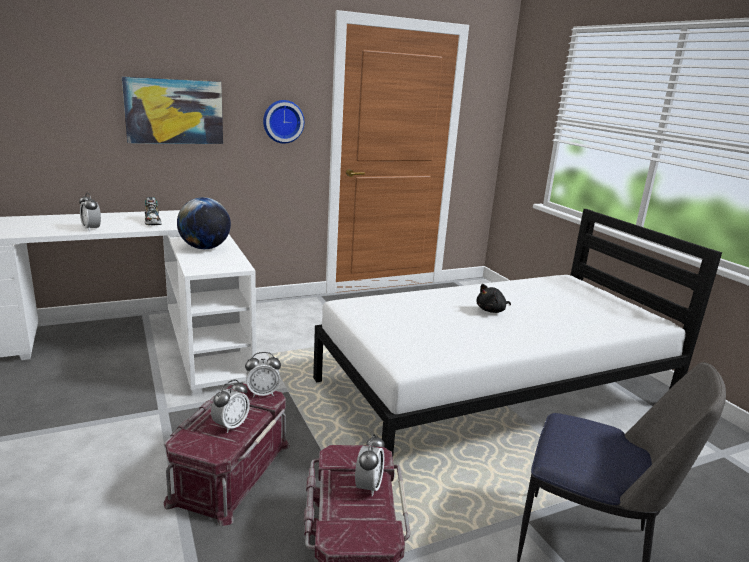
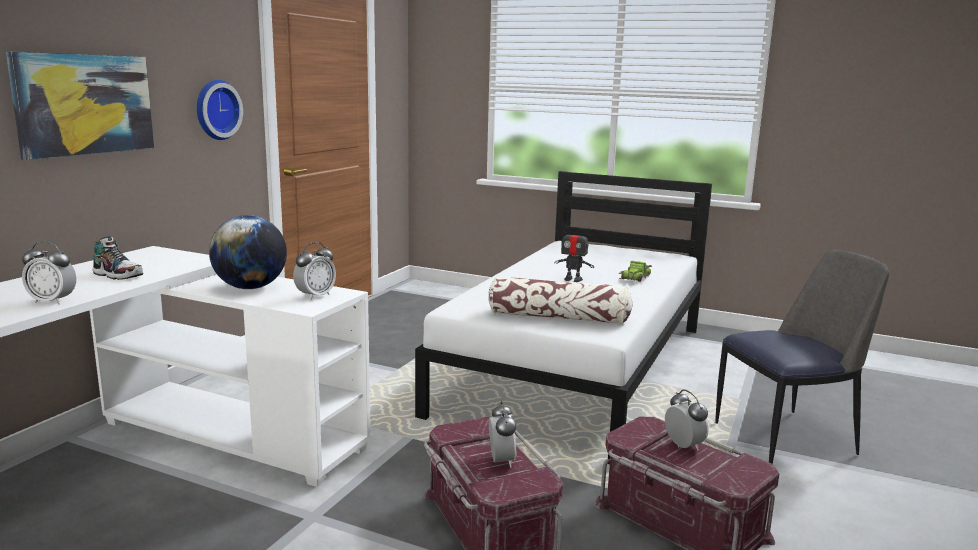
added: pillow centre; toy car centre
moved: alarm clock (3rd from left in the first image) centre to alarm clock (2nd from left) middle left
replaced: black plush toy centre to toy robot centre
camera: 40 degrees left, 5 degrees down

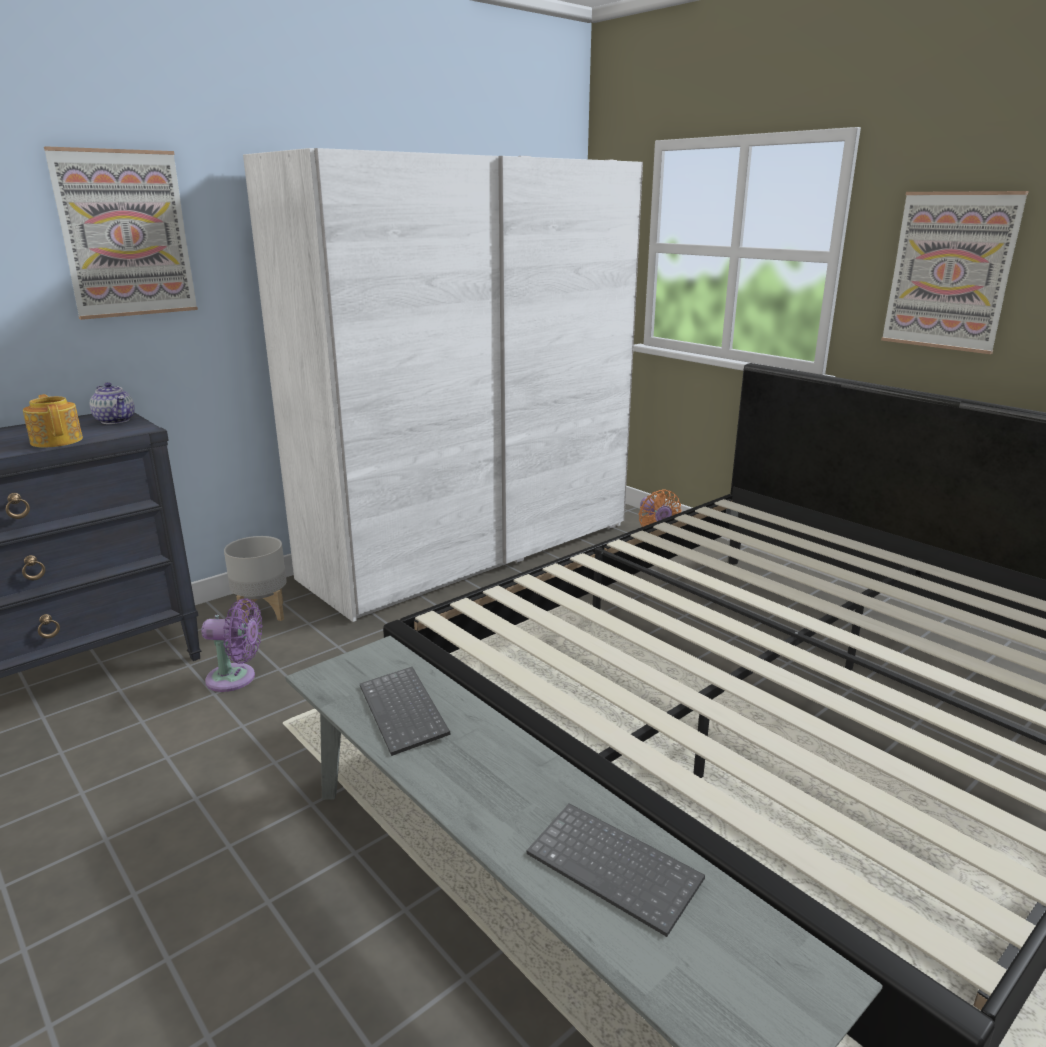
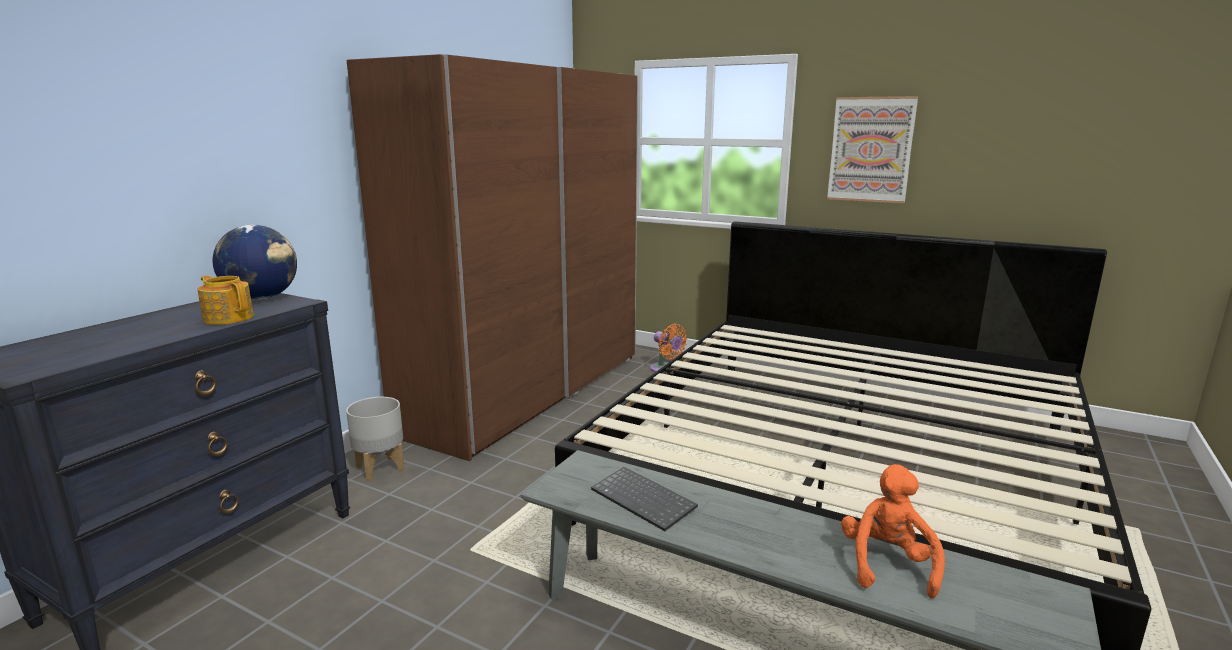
removed: picture (1st from left) top left; purple fan middle left
replaced: teapot (2nd from left) middle left to globe middle left; keyboard (2nd from left) bottom centre to orange plush toy bottom right
recoloured: white wardrobe centre to brown wardrobe centre
camera: 20 degrees left, 5 degrees down

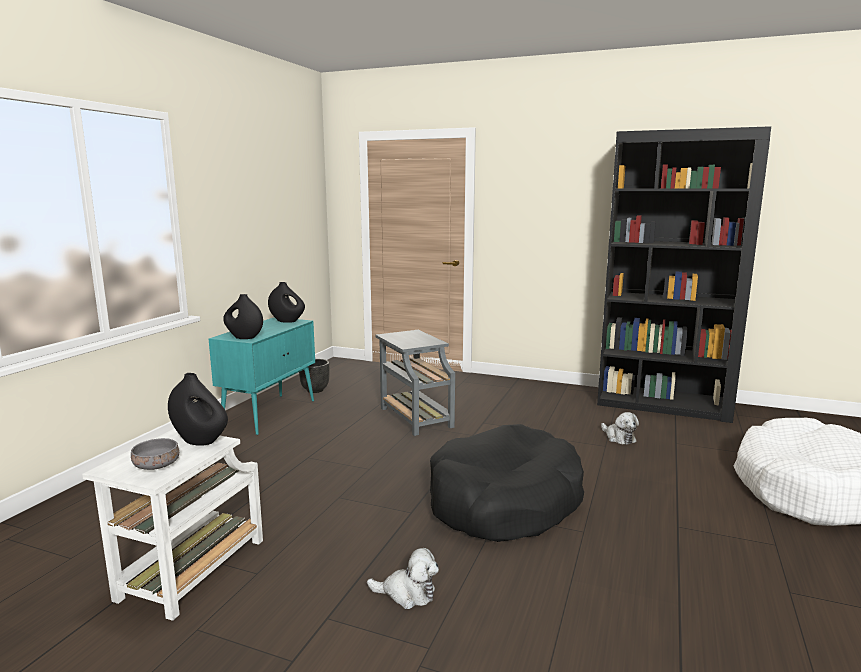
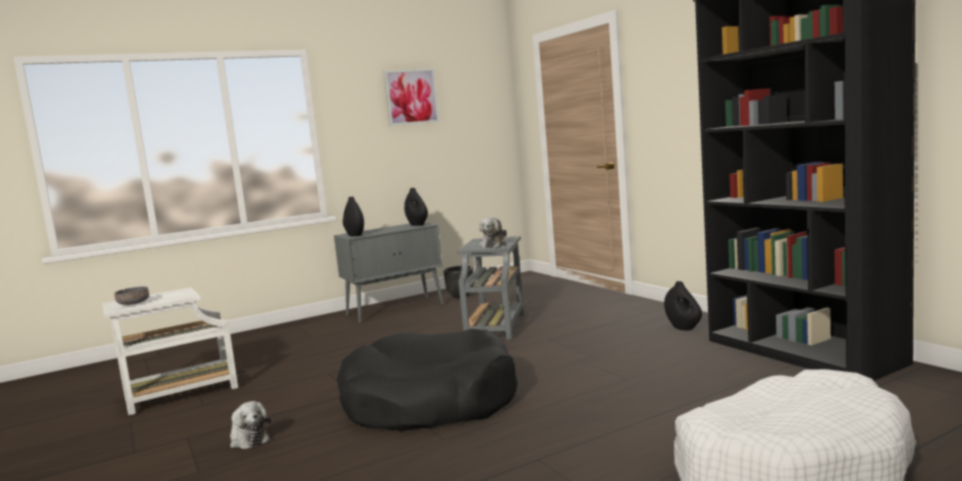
added: picture top centre
moved: black vase (1st from left in the first image) middle left to black vase (3rd from left) middle right; plush toy (2nd from left) middle right to centre
recoloured: turquoise cabinet middle left to grey cabinet centre
camera: 40 degrees right, 5 degrees down

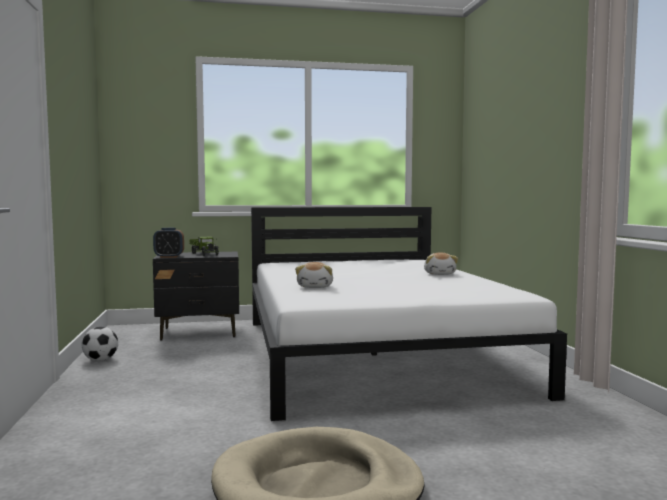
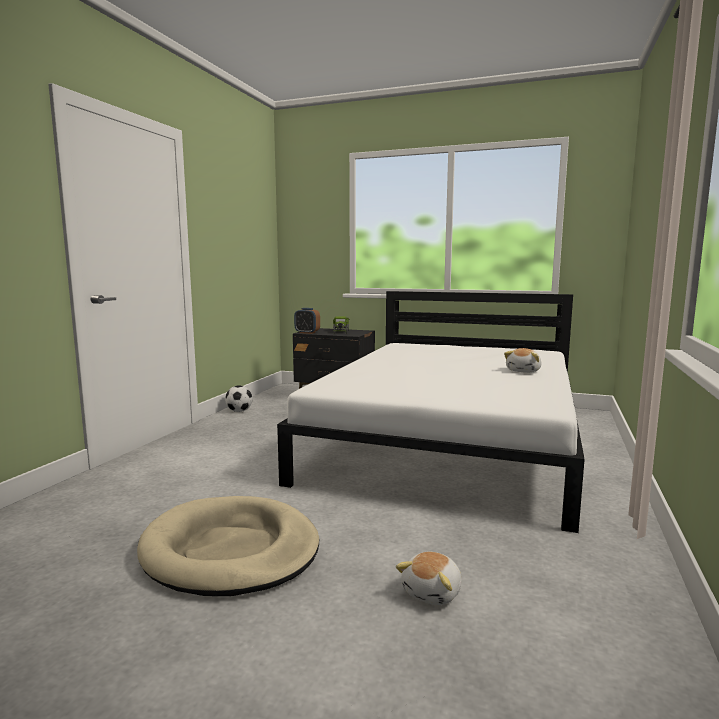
moved: plush toy (1st from left) centre to bottom centre
camera: 30 degrees right, 5 degrees up

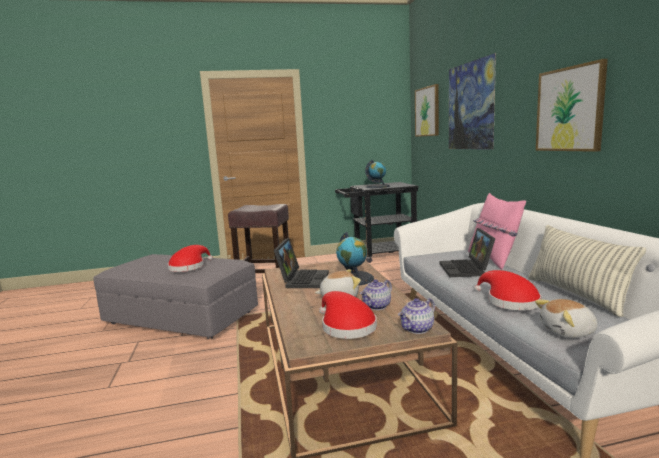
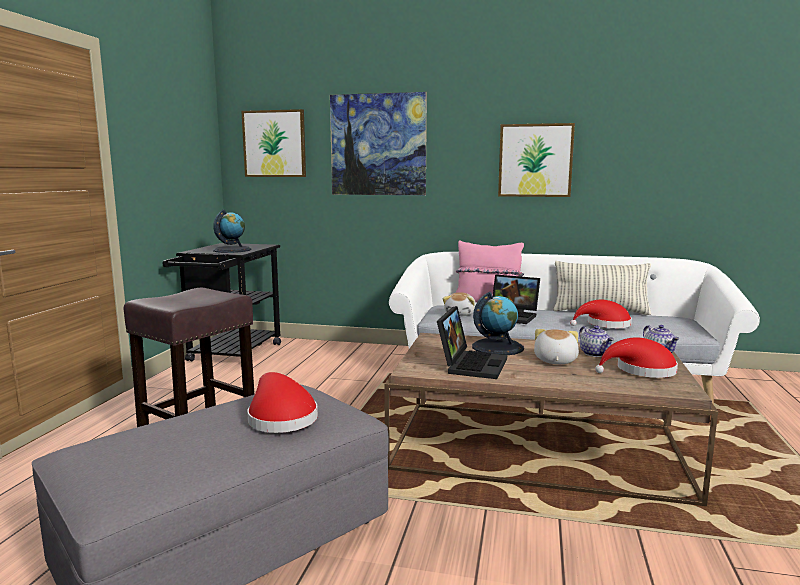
moved: plush toy (2nd from left in the first image) bottom right to plush toy (1st from left) centre
turned: laptop (1st from left) centre = centre 75 degrees clockwise
camera: 65 degrees left, 0 degrees up

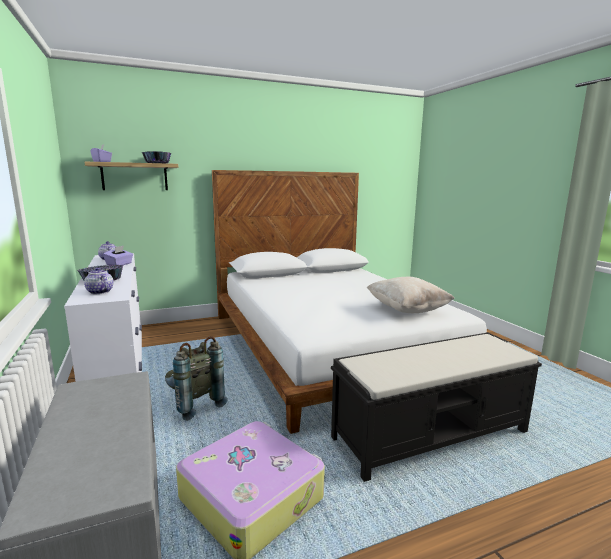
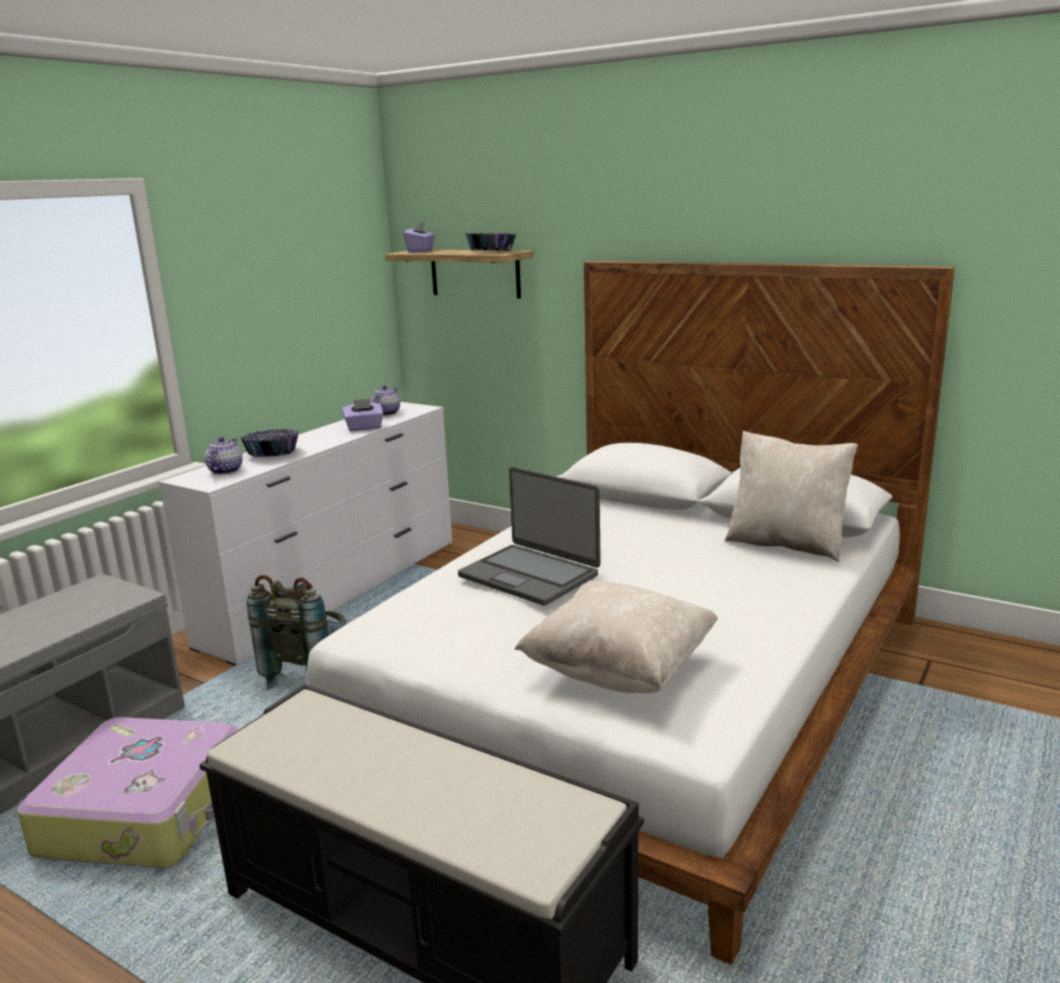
added: laptop centre; beige pillow (2nd from left) middle right
camera: 55 degrees right, 5 degrees up

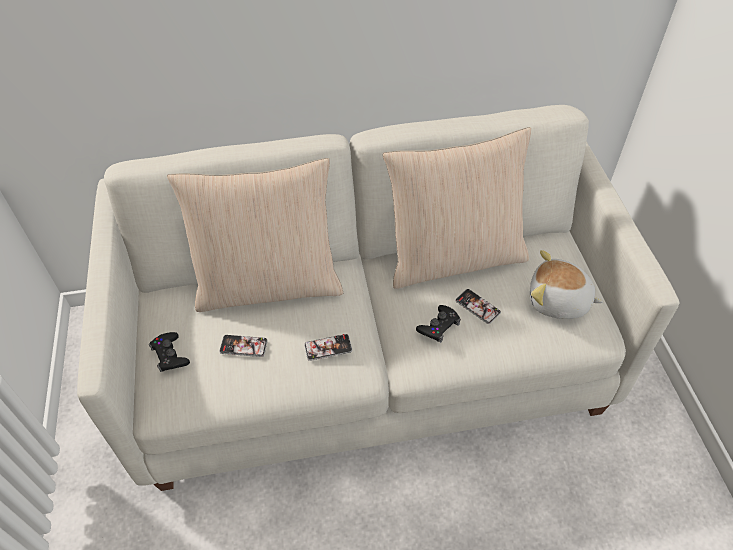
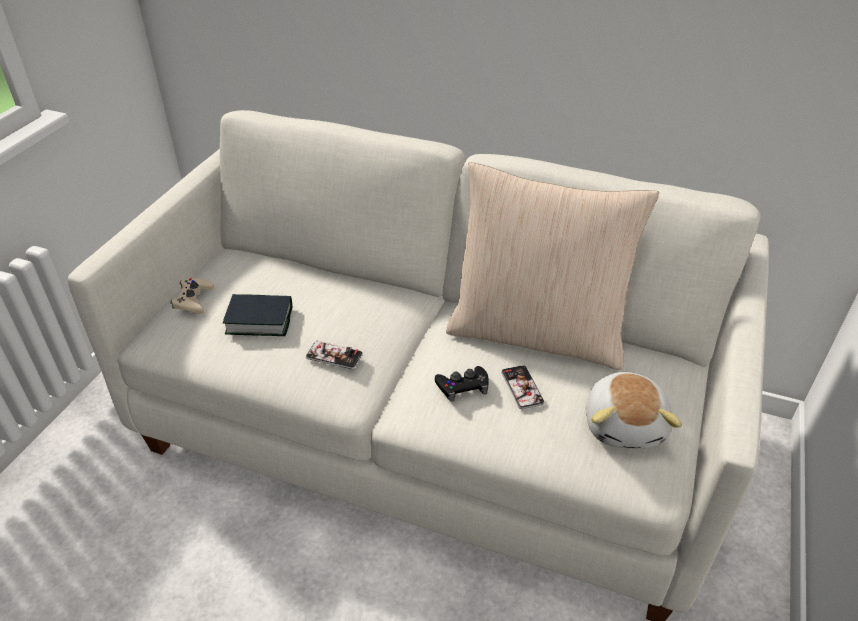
removed: beige pillow (1st from left) centre
replaced: phone (1st from left) middle left to book middle left
recoloured: black game controller (1st from left) middle left to beige game controller middle left
turned: plush toy middle right = middle right 135 degrees counterclockwise
camera: 30 degrees right, 10 degrees down

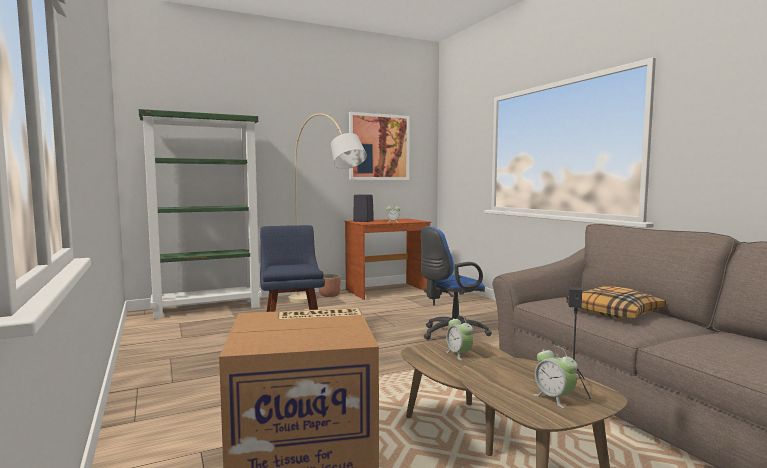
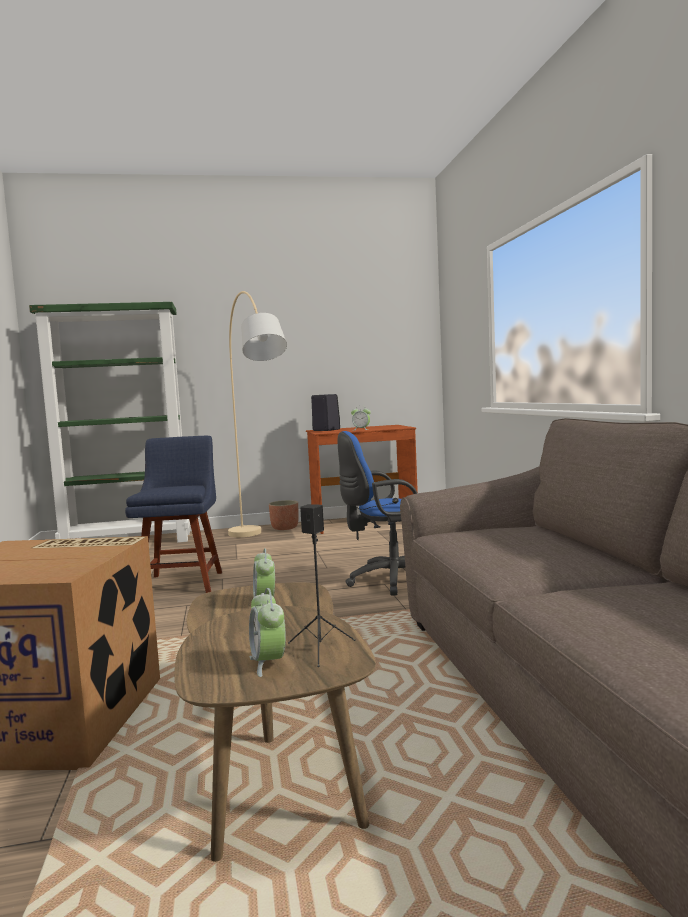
removed: picture top centre; pillow middle right
camera: 15 degrees right, 0 degrees up

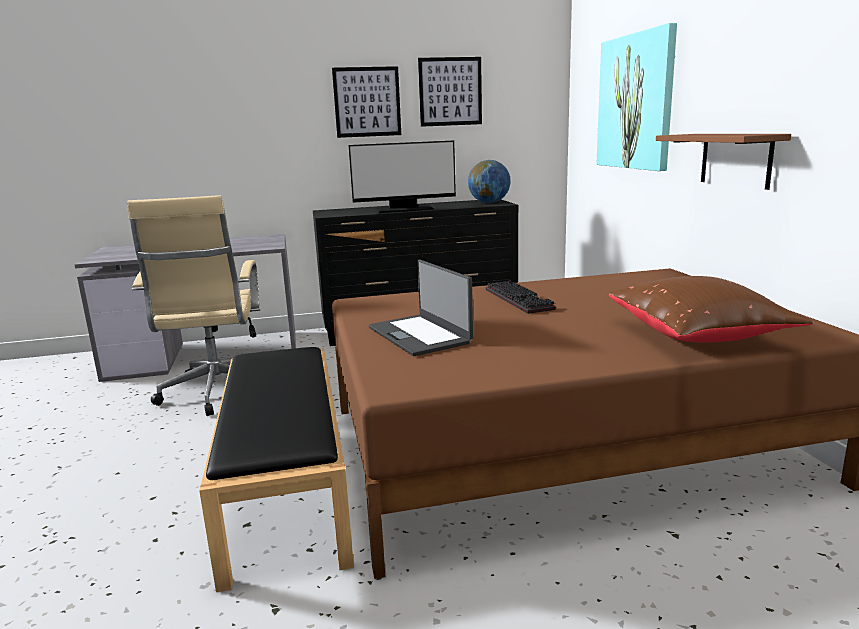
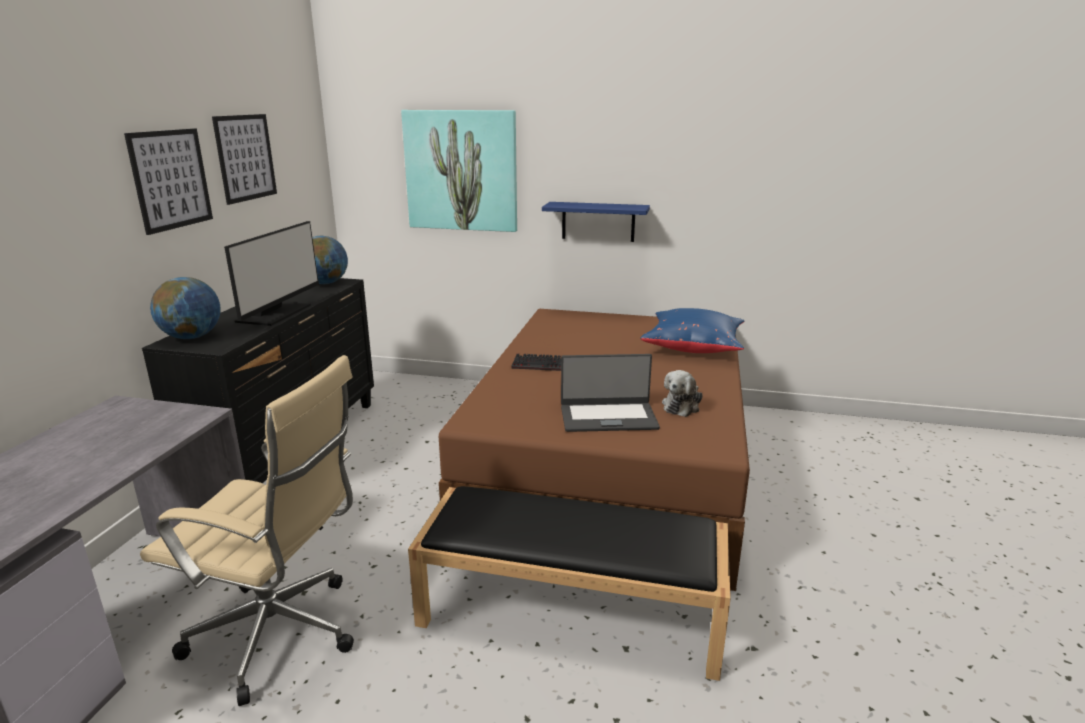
added: globe (1st from left) middle left; plush toy centre
recoloured: brown pillow middle right to blue pillow centre; brown shelf top right to blue shelf top centre
camera: 65 degrees left, 5 degrees up

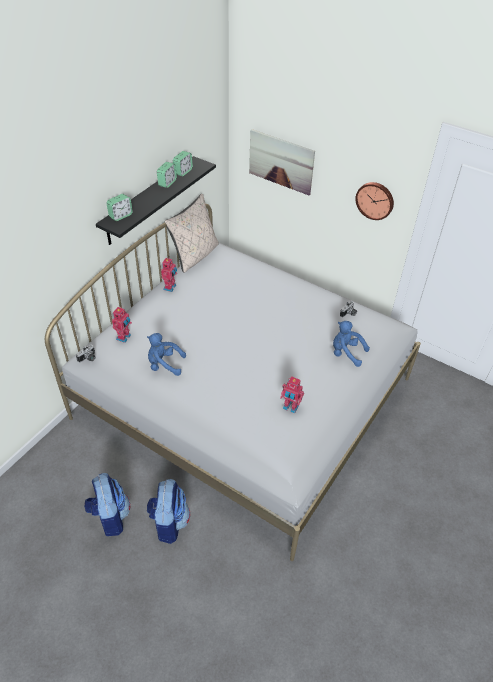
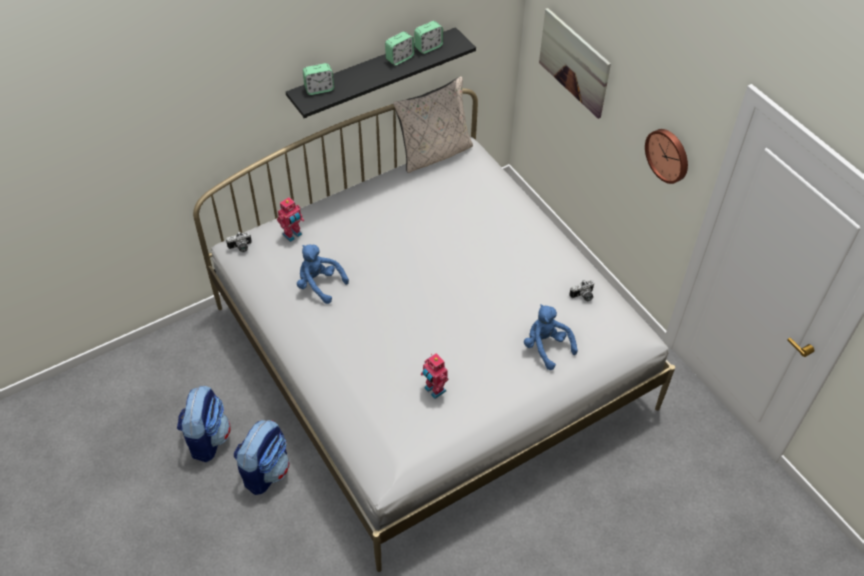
removed: toy robot (2nd from left) centre
camera: 25 degrees right, 5 degrees up

